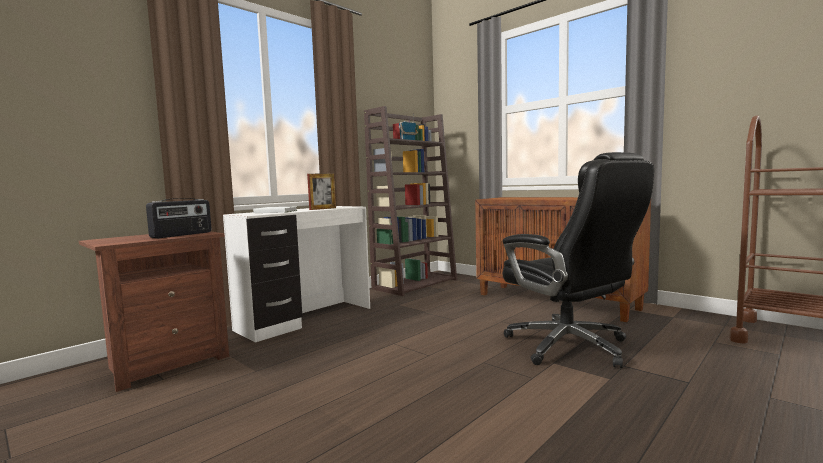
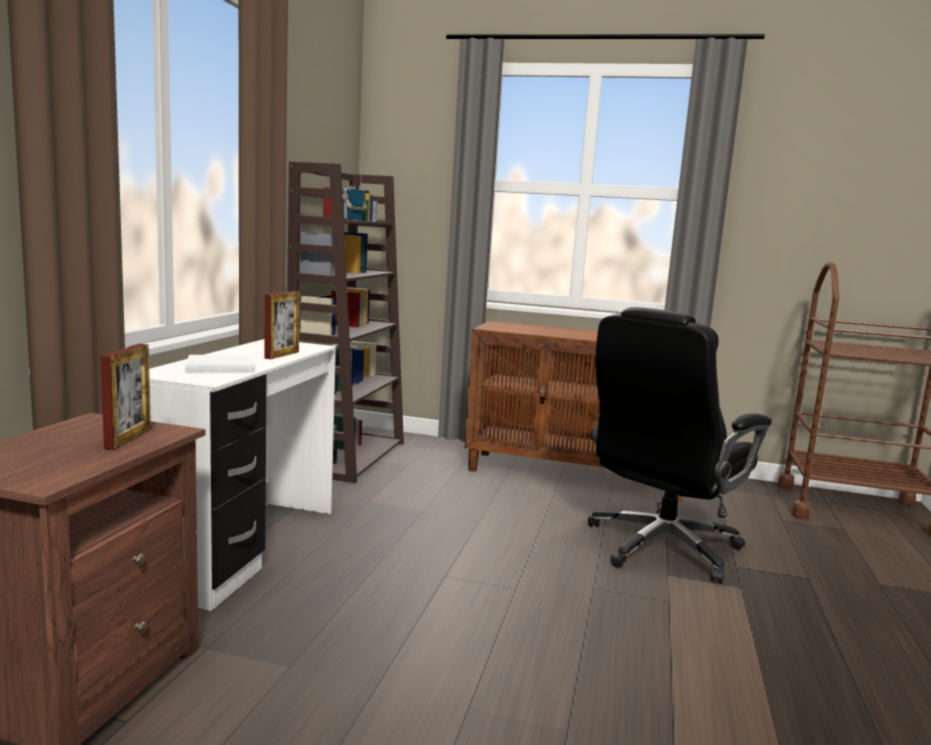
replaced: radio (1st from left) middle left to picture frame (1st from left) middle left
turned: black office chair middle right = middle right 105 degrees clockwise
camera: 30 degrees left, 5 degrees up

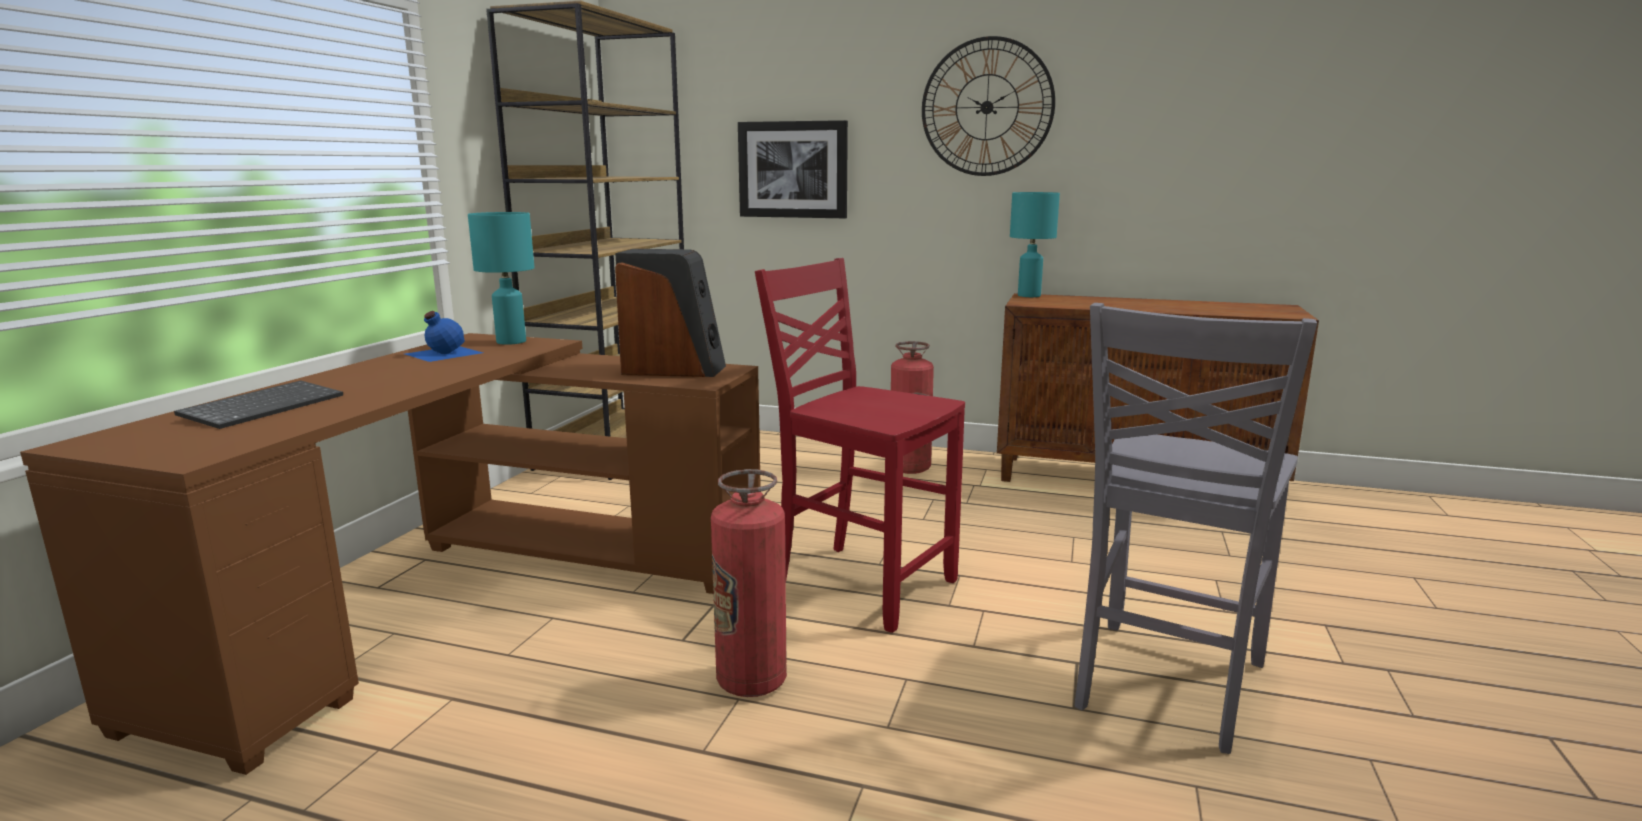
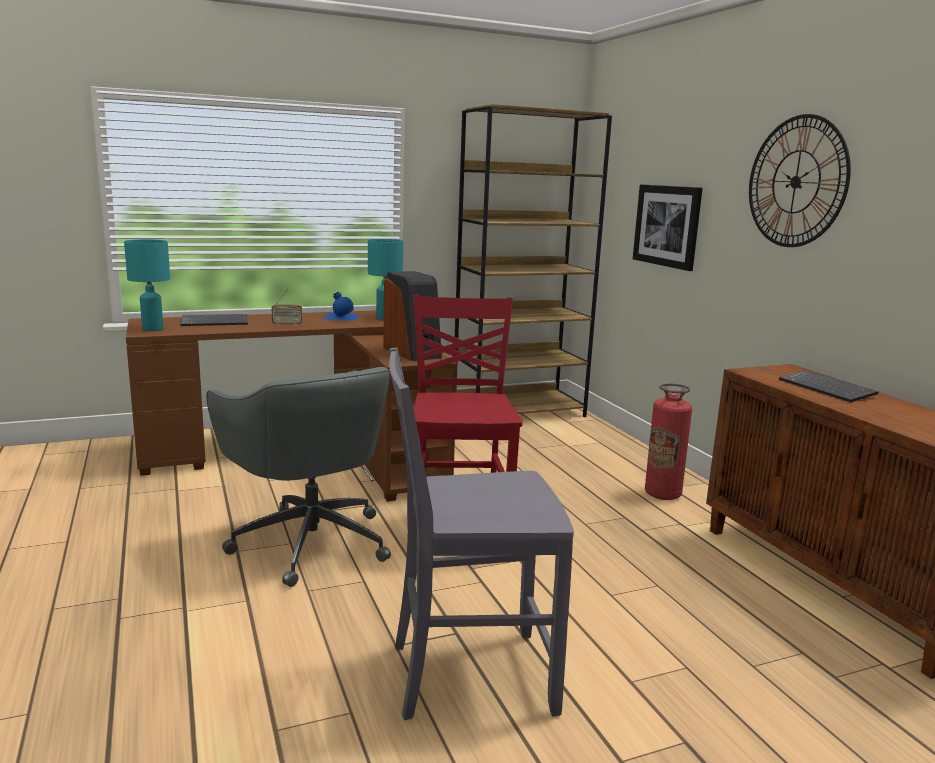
added: radio middle left; keyboard (2nd from left) middle right
moved: turquoise table lamp (2nd from left in the first image) top centre to turquoise table lamp (1st from left) middle left
replaced: fire extinguisher (1st from left) bottom centre to grey office chair middle left
camera: 50 degrees right, 0 degrees up

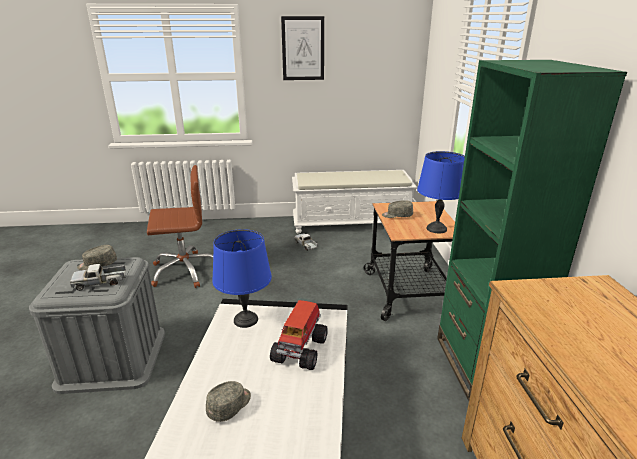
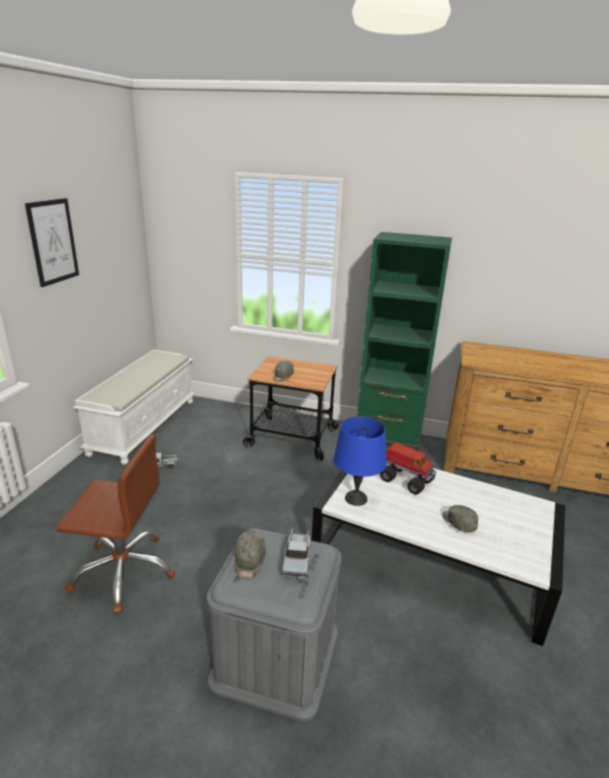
removed: blue table lamp (2nd from left) middle right
turned: brown office chair middle left = bottom left 90 degrees clockwise
camera: 70 degrees left, 0 degrees up

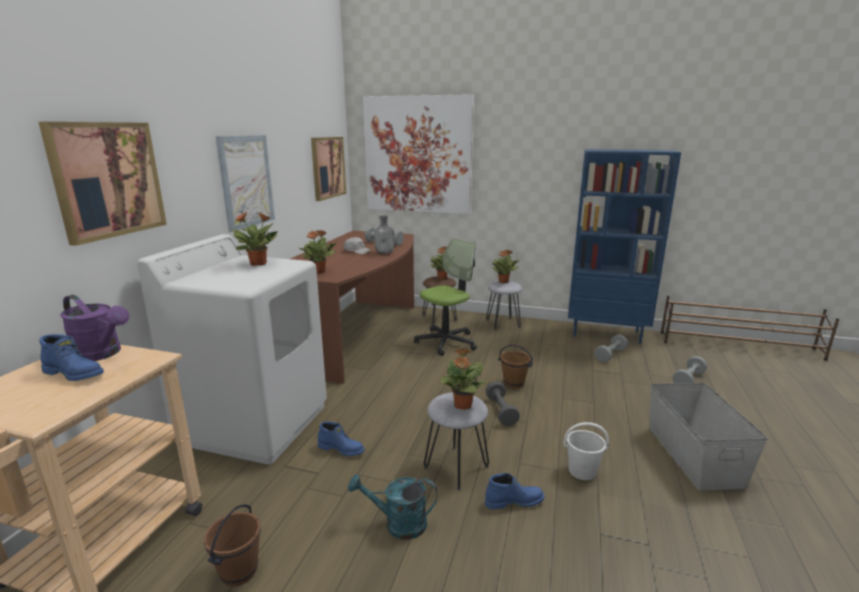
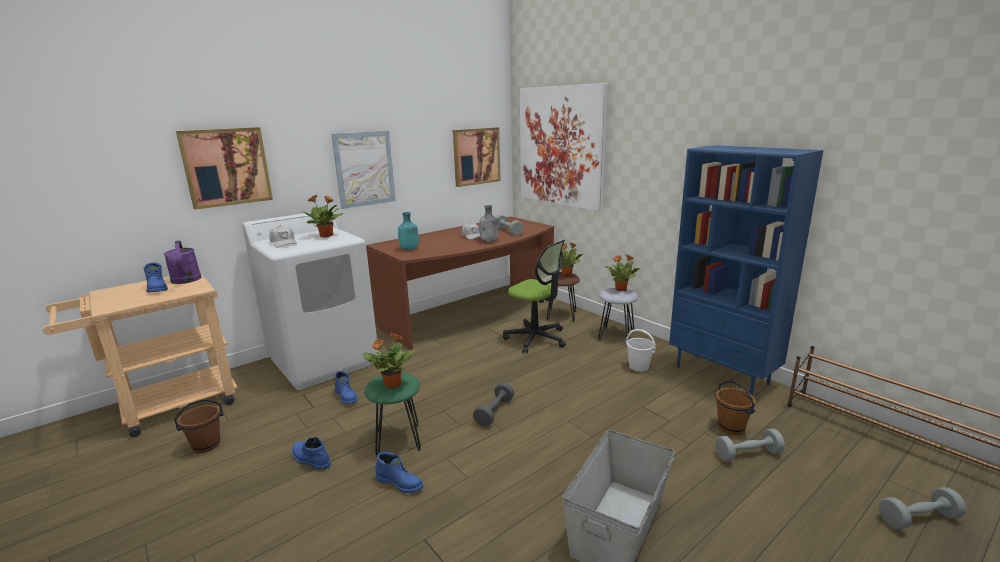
added: white cap (1st from left) middle left
moved: brown bucket (2nd from left) centre to bottom right; white bucket bottom right to centre; grey dumbbell (3rd from left in the first image) middle right to grey dumbbell (4th from left) bottom right
replaced: potted plant (2nd from left) centre to turquoise bottle centre; turquoise watering can bottom centre to blue boot (2nd from left) bottom left
recoloured: grey stool (1st from left) bottom centre to green stool bottom centre
turned: office chair centre = centre 45 degrees clockwise
camera: 35 degrees right, 0 degrees up

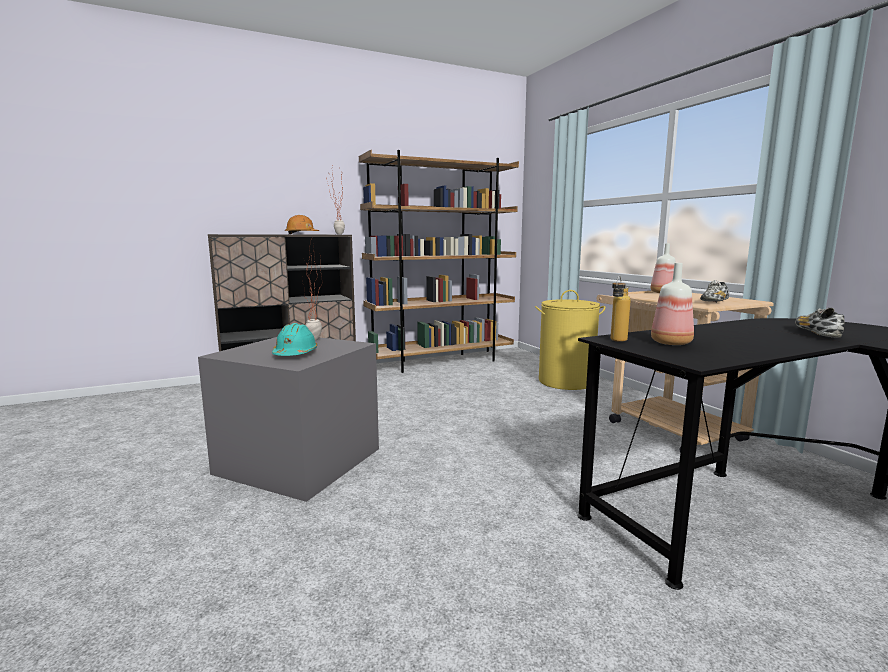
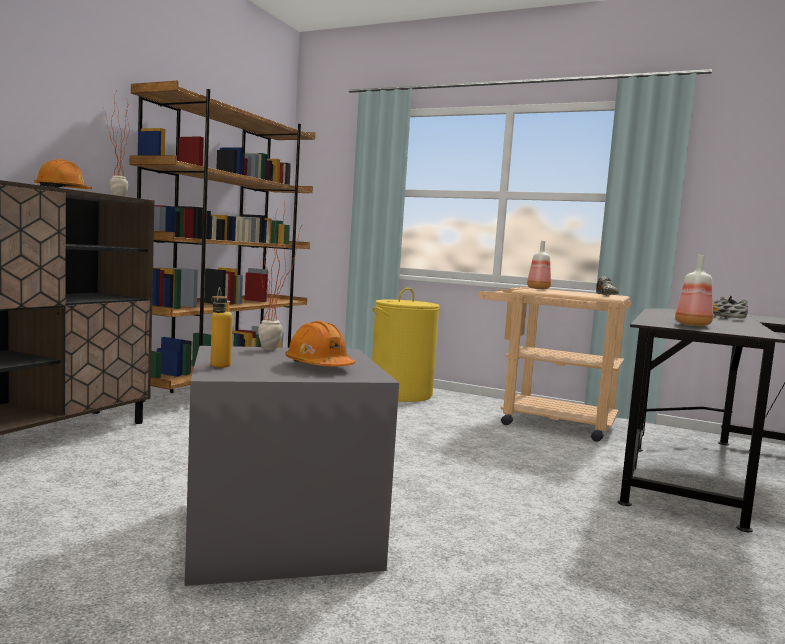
moved: bottle (1st from left) middle right to middle left
recoloured: turquoise hard hat middle left to orange hard hat (2nd from left) centre
camera: 40 degrees left, 5 degrees down

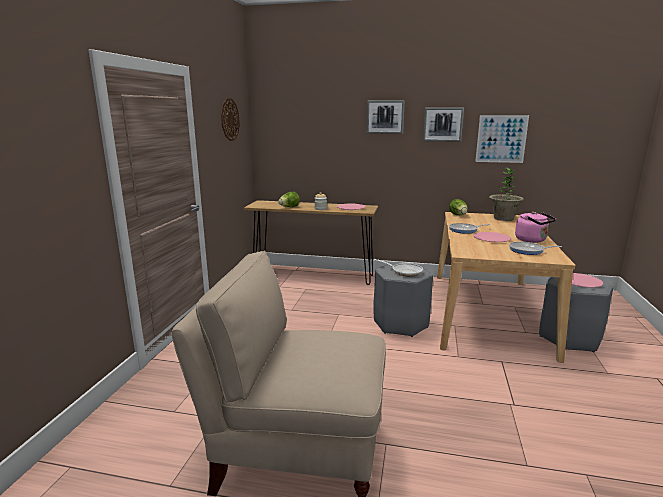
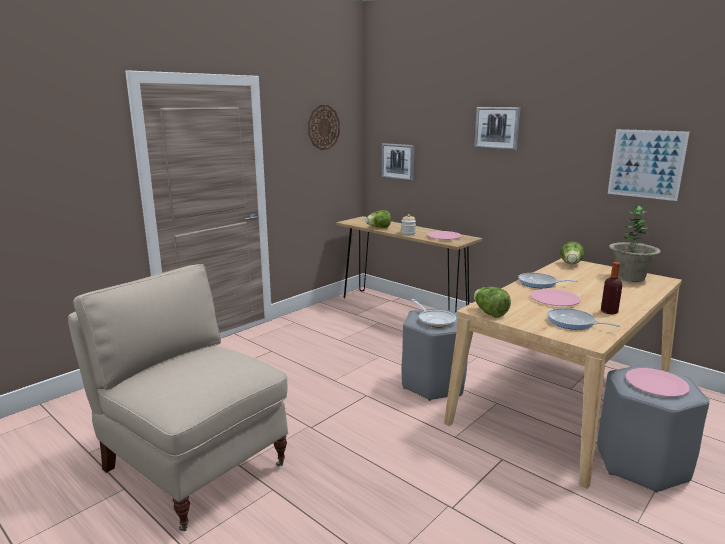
added: lettuce (2nd from left) middle right
moved: picture (2nd from left in the first image) top right to picture (1st from left) top centre
replaced: pink kettle middle right to bottle middle right
camera: 30 degrees right, 0 degrees up

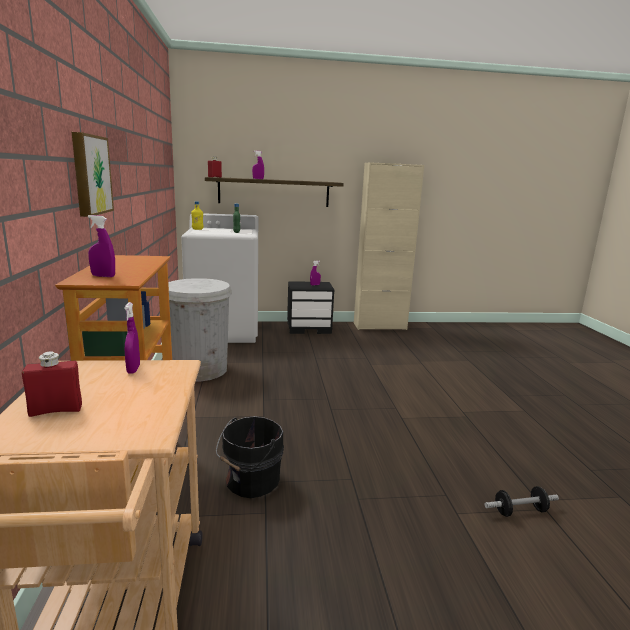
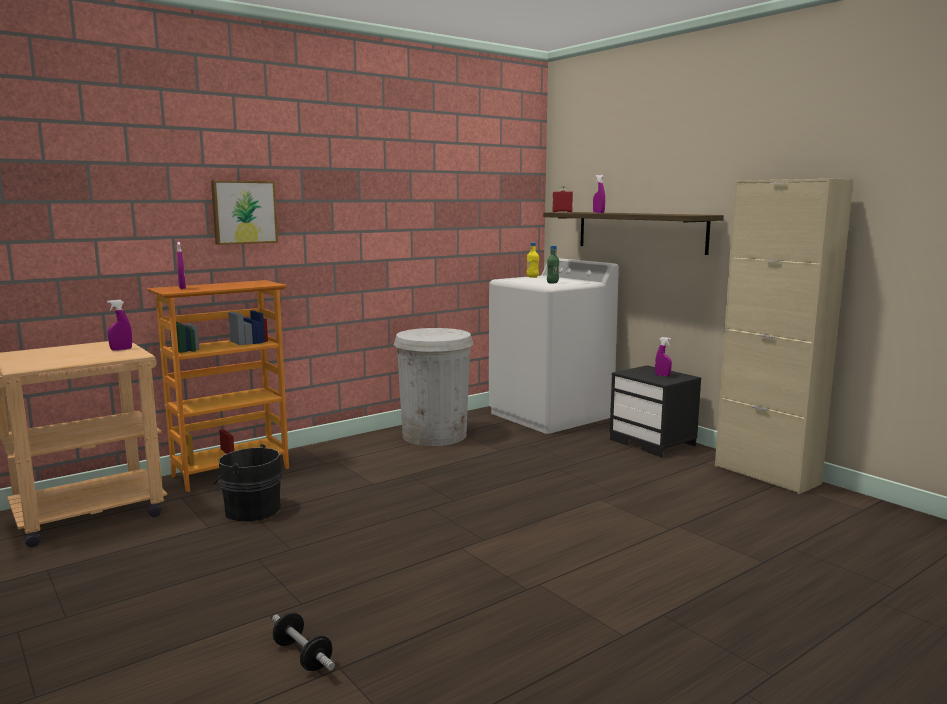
removed: red bottle (1st from left) middle left
camera: 60 degrees right, 5 degrees down

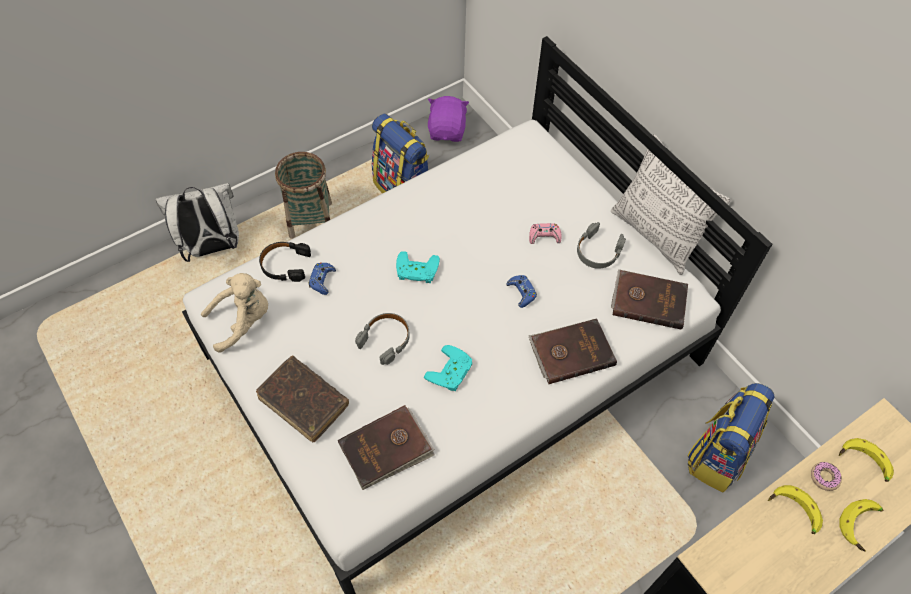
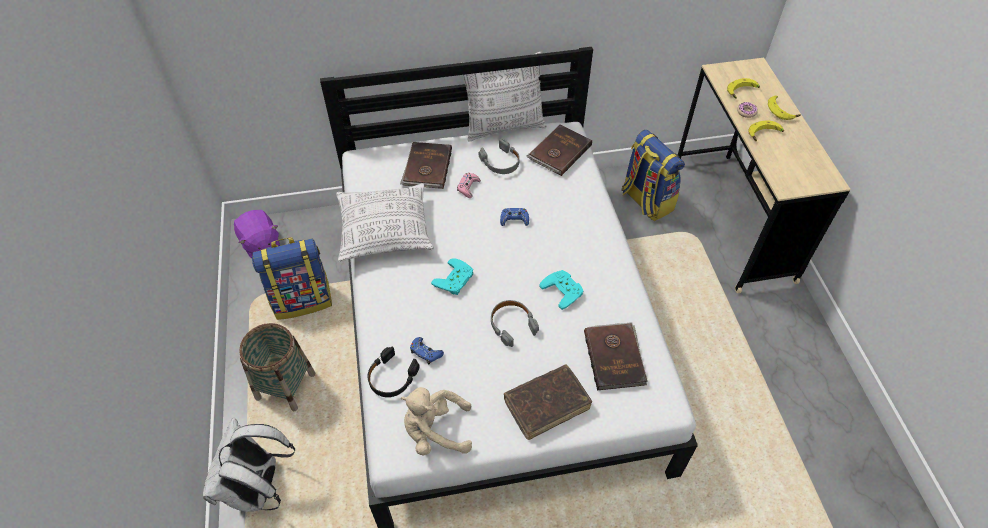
added: pillow (1st from left) centre
moved: brown book (3rd from left in the first image) centre to brown book (1st from left) top centre
turned: beige plush toy middle left = bottom centre 90 degrees counterclockwise; purple plush toy top centre = middle left 150 degrees counterclockwise
camera: 65 degrees left, 5 degrees down

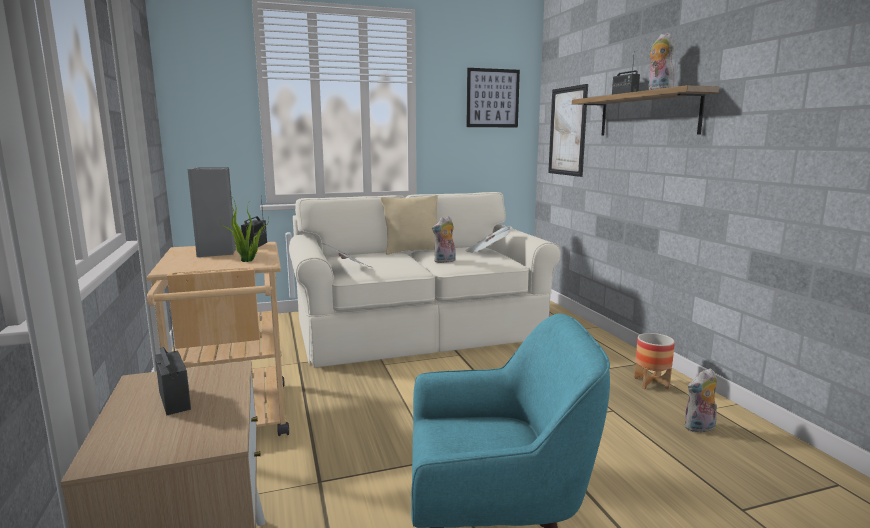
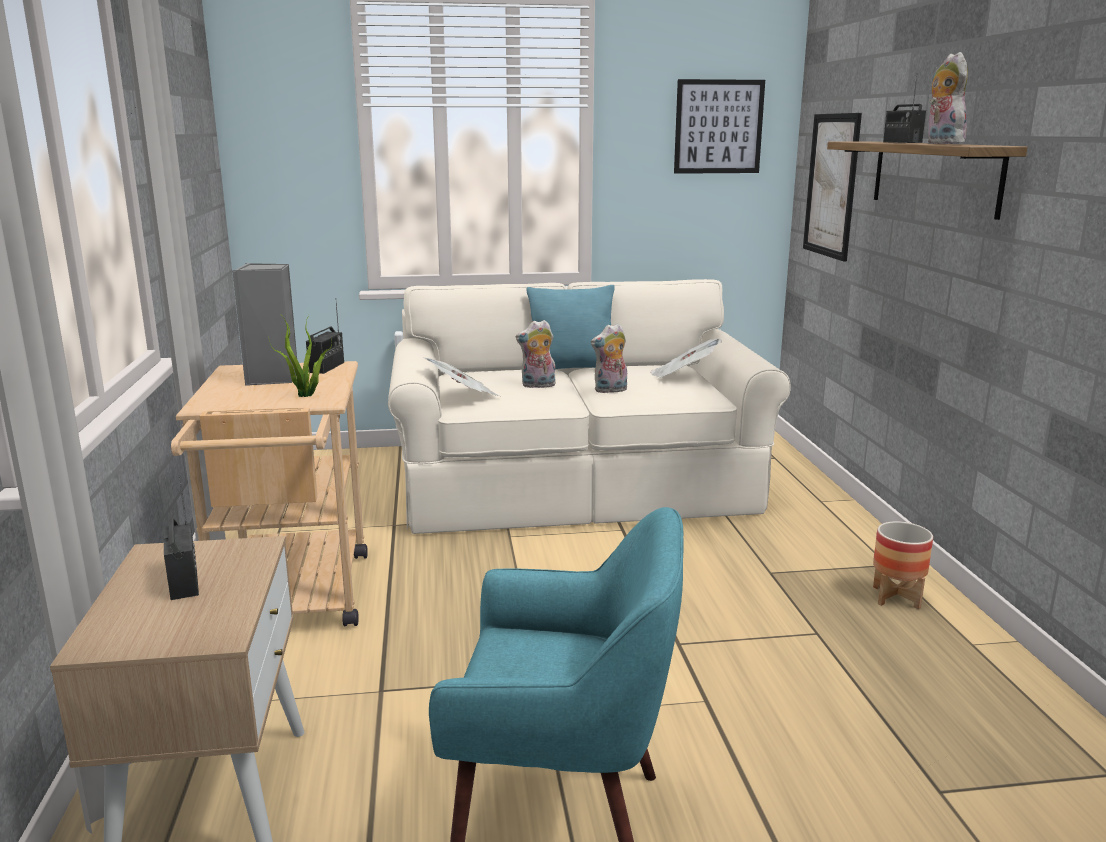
moved: plush toy (3rd from left in the first image) bottom right to plush toy (1st from left) centre
recoloured: beige pillow centre to turquoise pillow centre
camera: 10 degrees right, 5 degrees up

